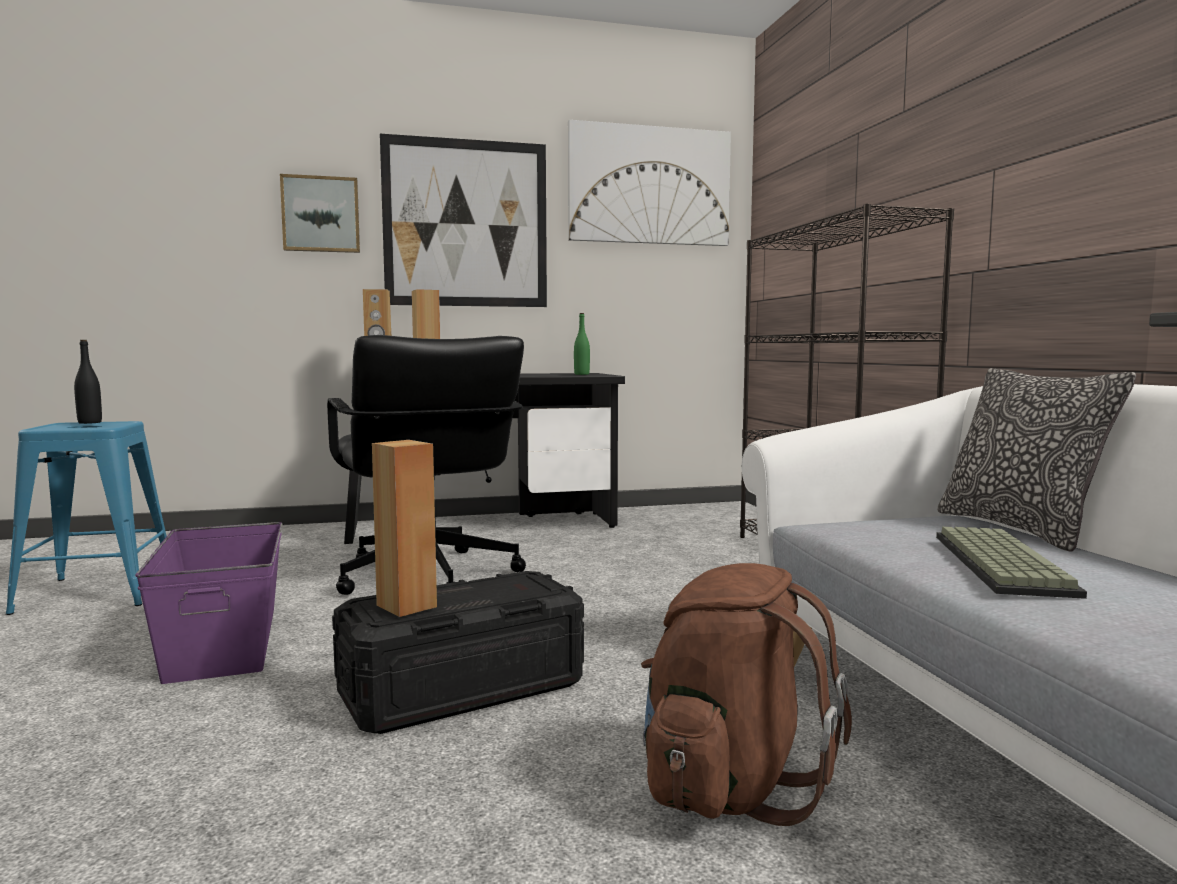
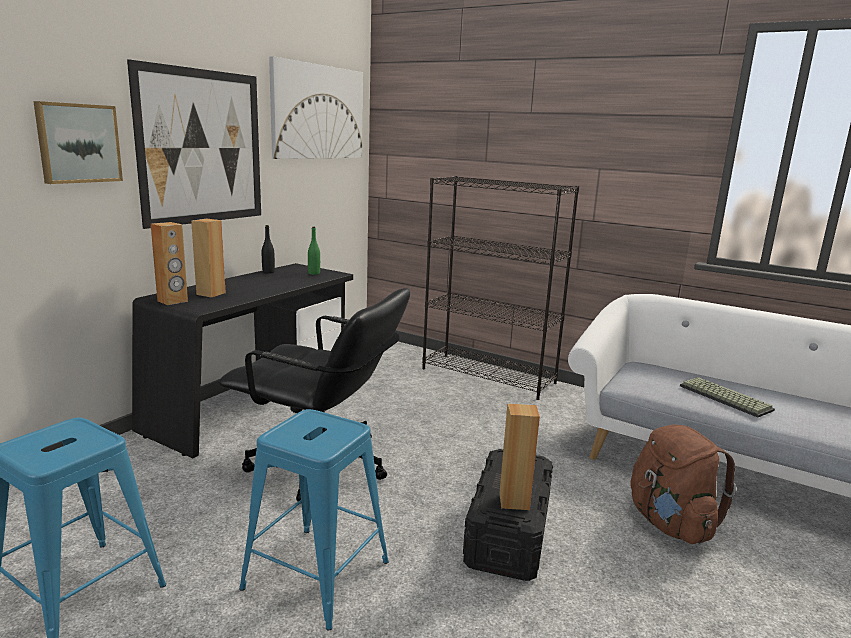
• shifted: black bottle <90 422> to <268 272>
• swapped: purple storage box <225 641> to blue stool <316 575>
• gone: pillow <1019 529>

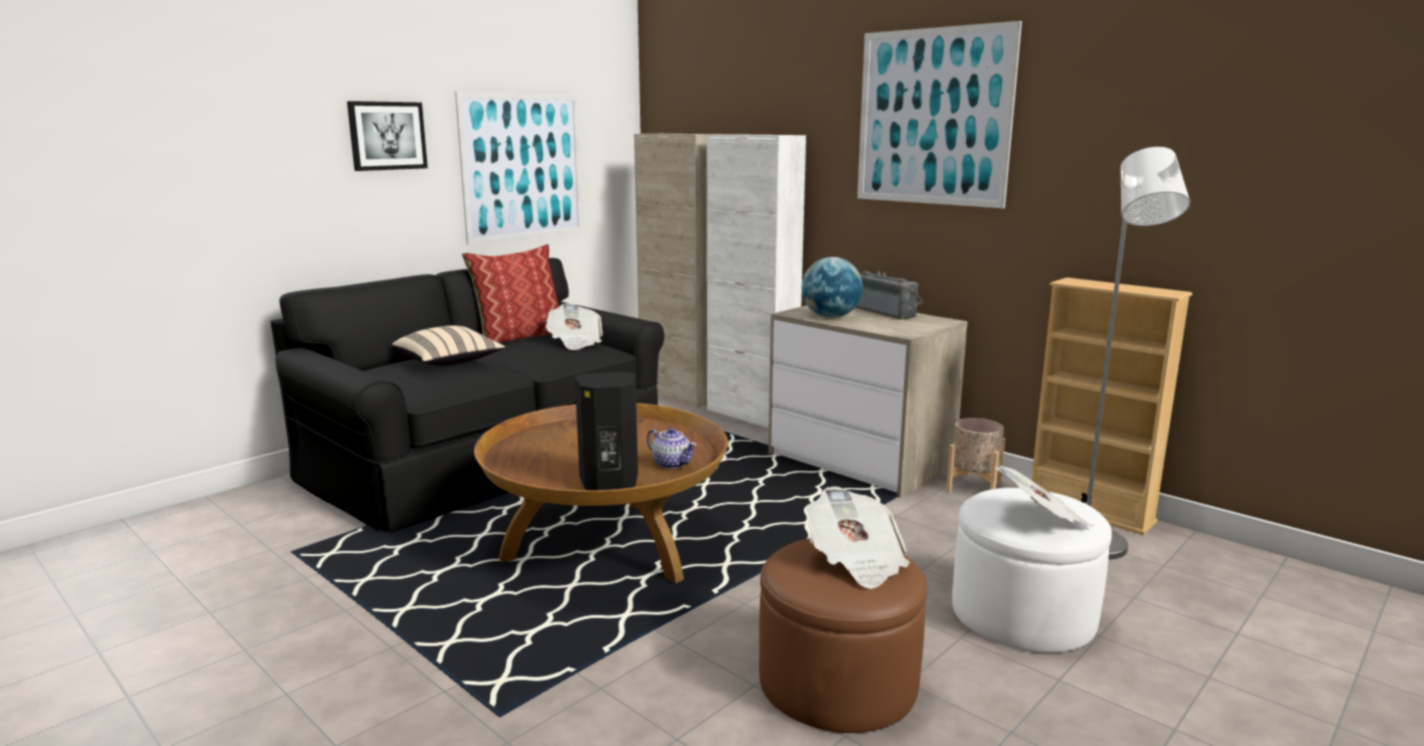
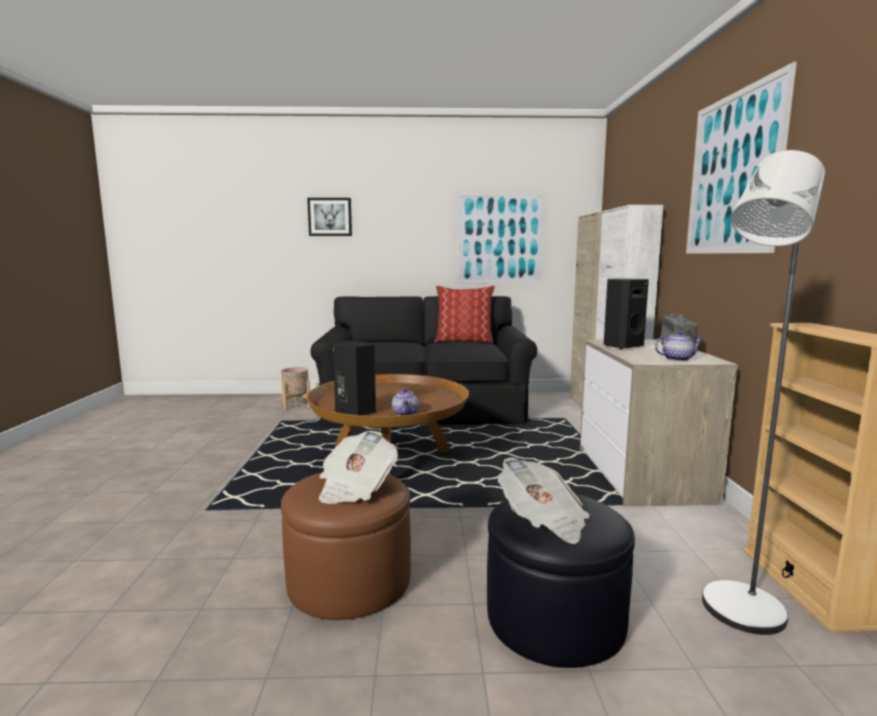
• shifted: picture <387 136> to <330 217>
• gone: beige pillow <449 363>
• gone: newspaper <575 342>
• swapped: globe <830 317> to black speaker <621 346>
• shifted: beige planter <973 488> to <296 405>
• repainted: white ottoman <1022 614> to black ottoman <554 618>
• new: teapot <677 359>

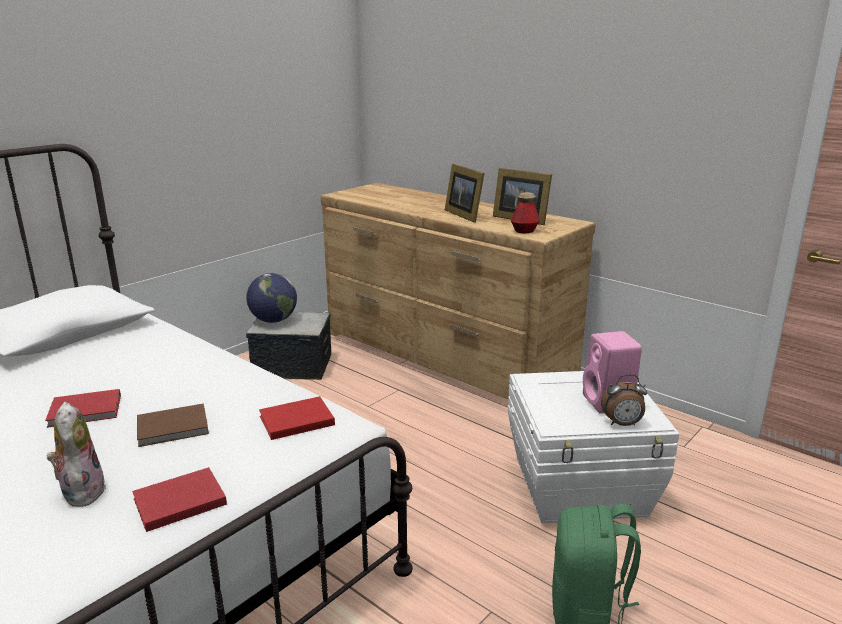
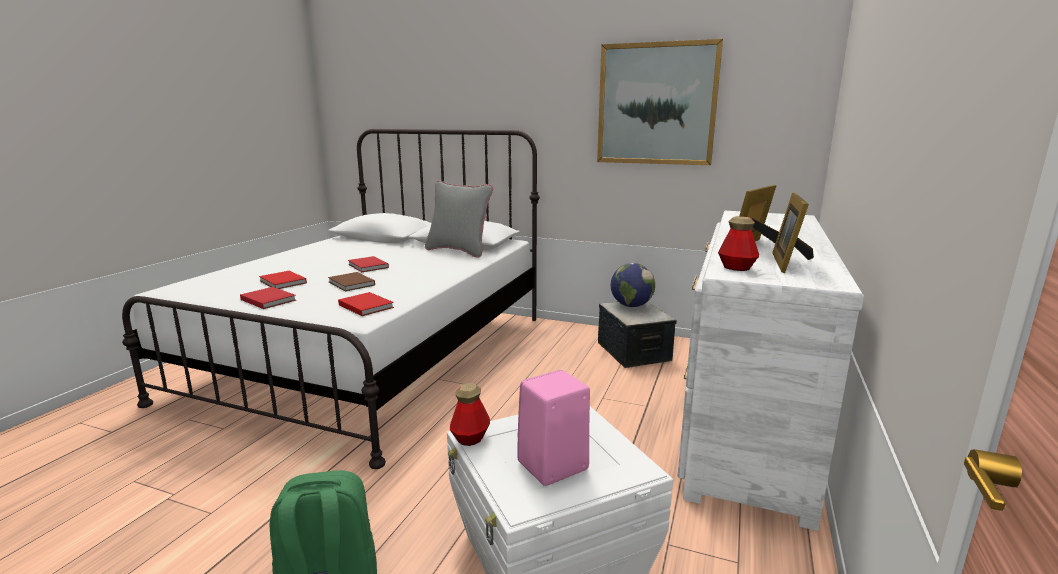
• swapped: plush toy <81 491> to red book <282 282>
• repainted: brown dresser <444 356> to white dresser <746 416>
• gone: alarm clock <622 424>
• new: grey pillow <459 251>
• new: bottle <470 438>
• new: picture <656 104>

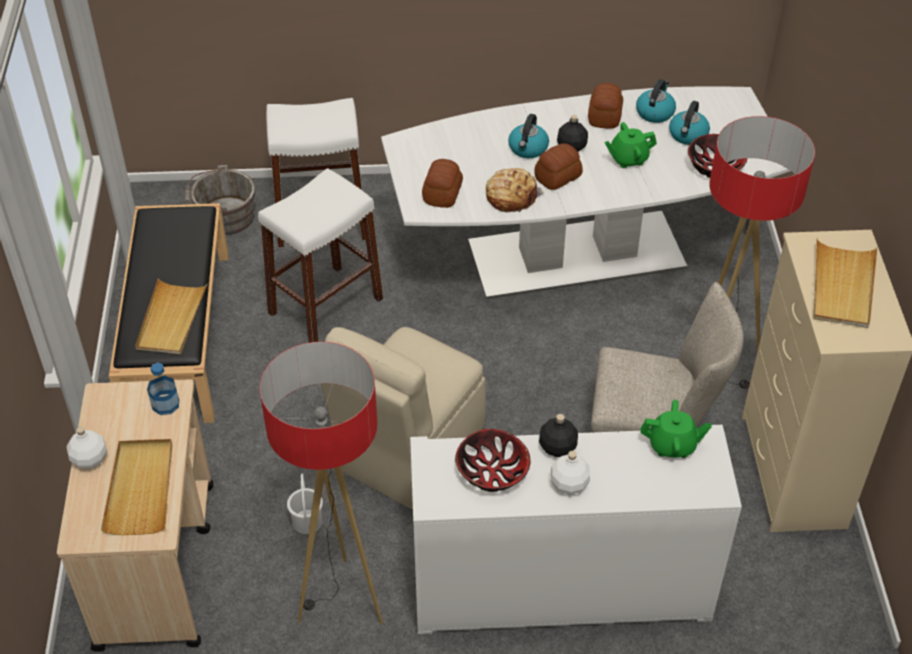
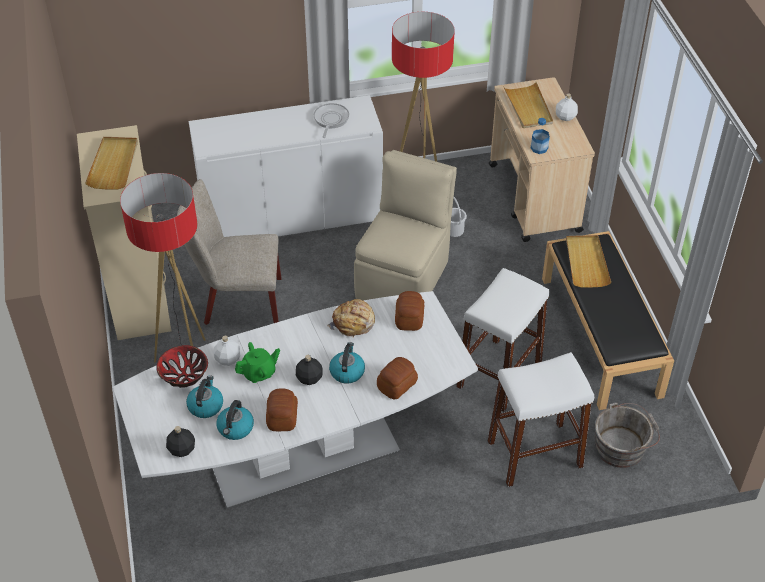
• swapped: bowl <493 472> to frying pan <330 120>
• shifted: bread <557 177> to <397 385>
• shifted: black bottle <557 448> to <182 449>
• shifted: white bottle <569 485> to <228 359>
• gone: green teapot <672 445>

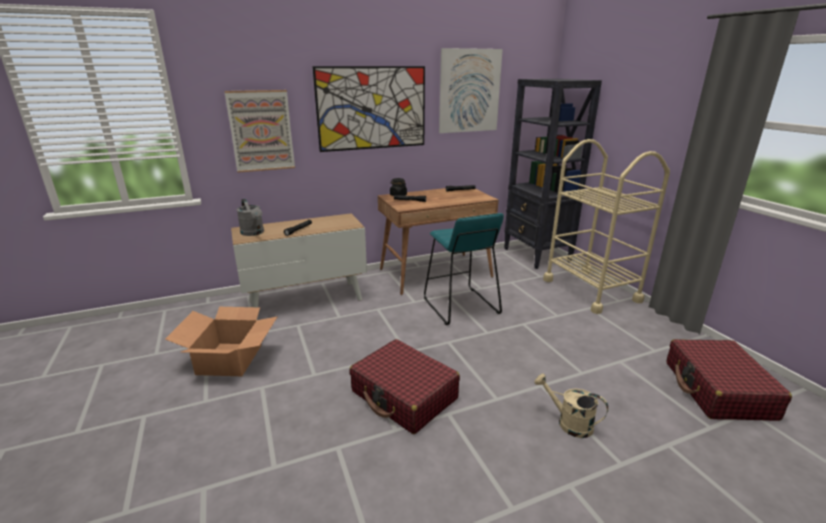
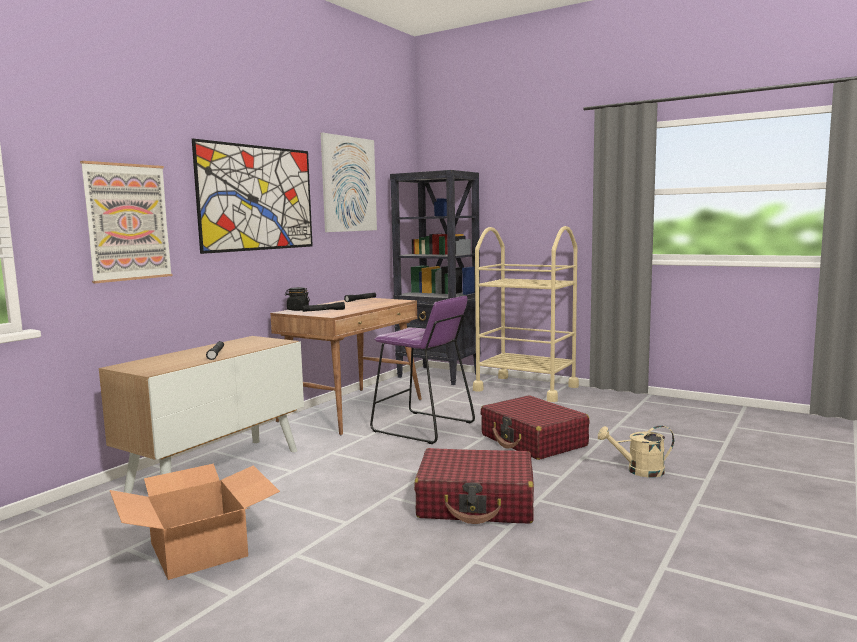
• gone: grey watering can <253 233>
• repainted: turquoise stool <460 306> to purple stool <422 427>
• shifted: red suitcase <717 390> to <533 441>

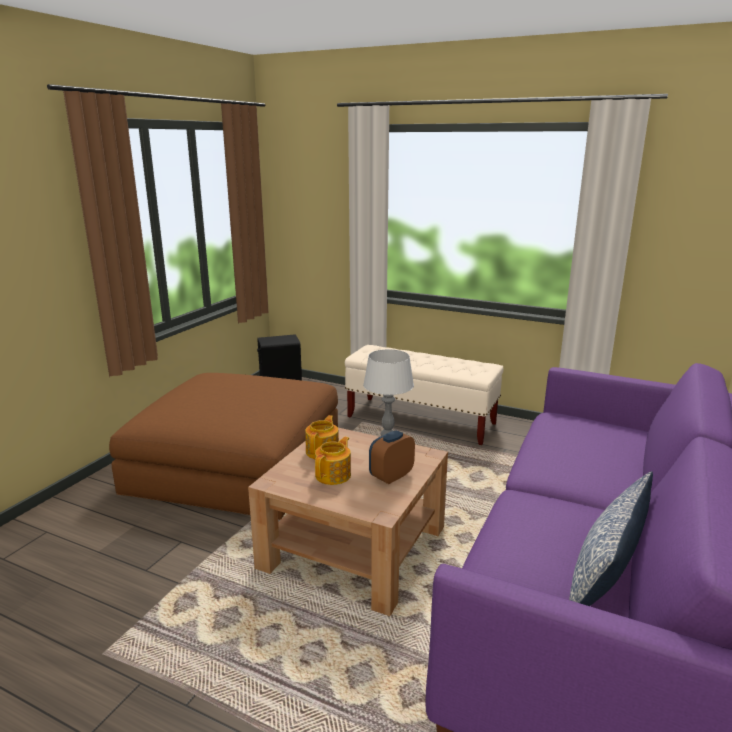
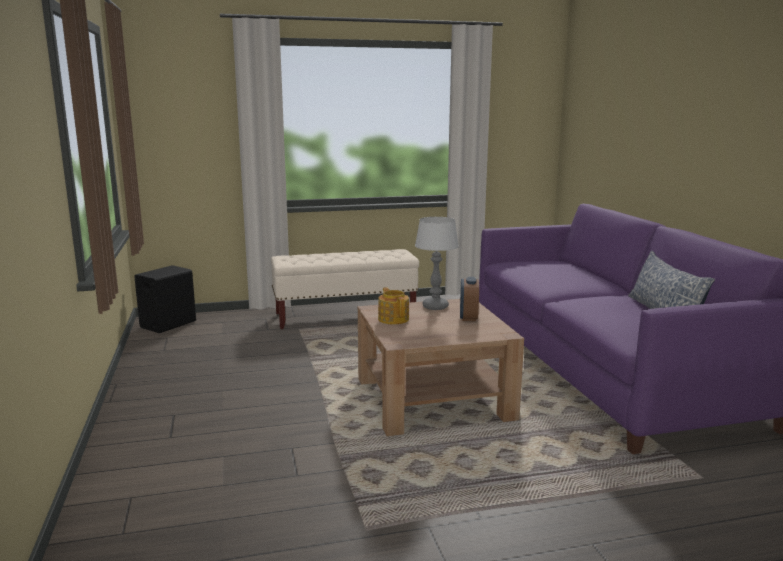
• gone: brown ottoman <237 462>
• gone: teapot <334 475>

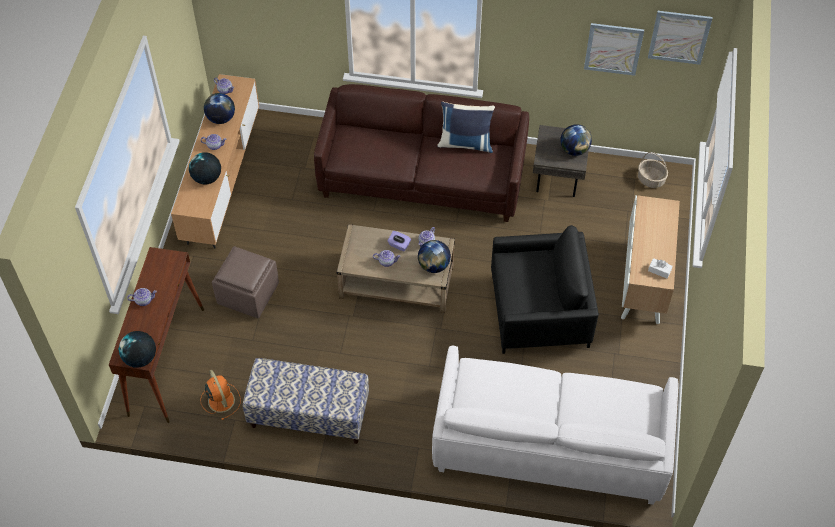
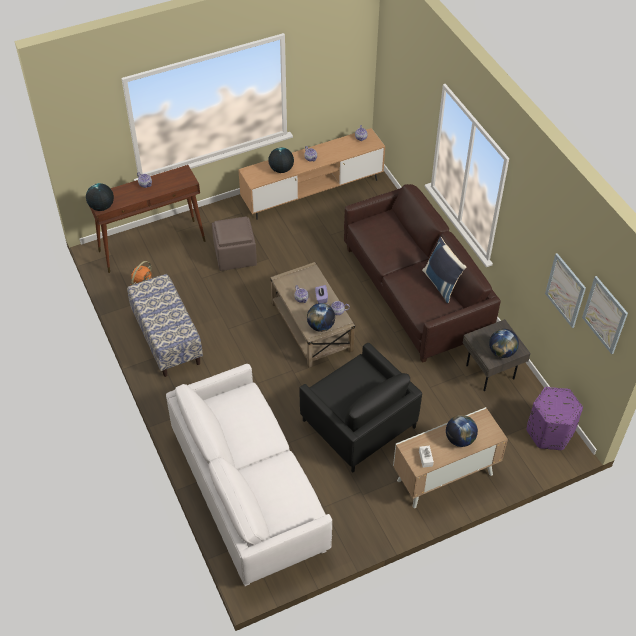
• shifted: globe <221 118> to <459 439>
• swapped: basket <651 179> to purple ottoman <549 432>

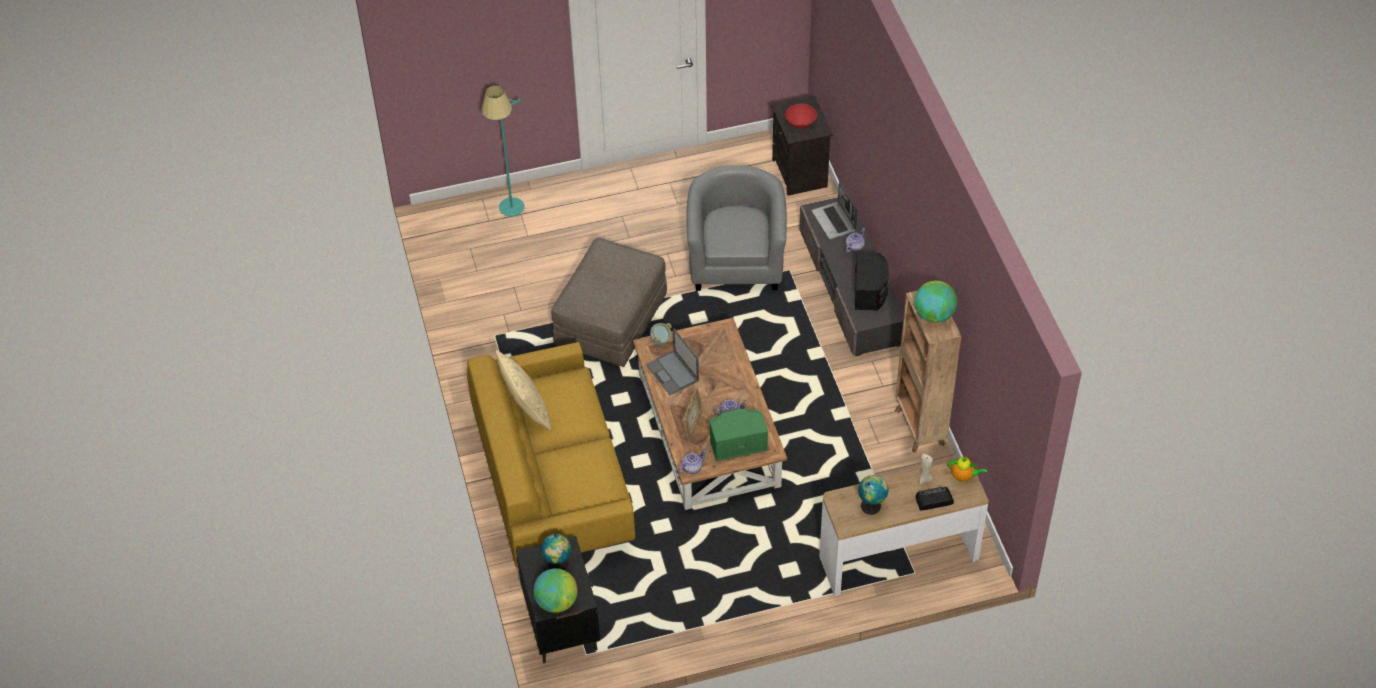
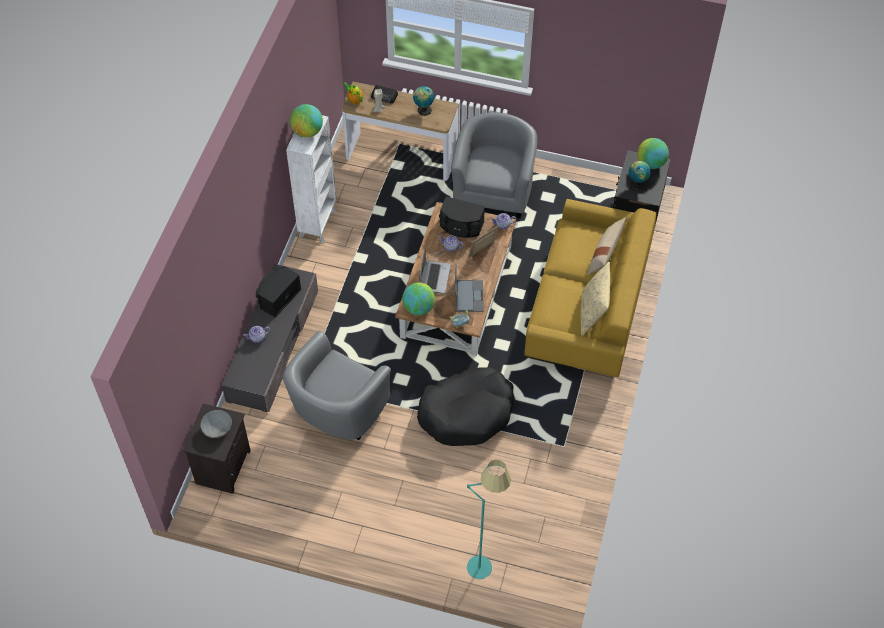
• swapped: grey ottoman <611 320> to black dog bed <466 413>
• repainted: green speaker <737 443> to black speaker <461 226>
• repainted: red bowl <800 123> to grey bowl <217 428>
• shifted: laptop <835 222> to <434 277>
• repainted: brown bookcase <919 428> to white bookcase <318 223>
• new: globe <418 308>
• new: grey armchair <494 189>
• new: beige pillow <605 254>

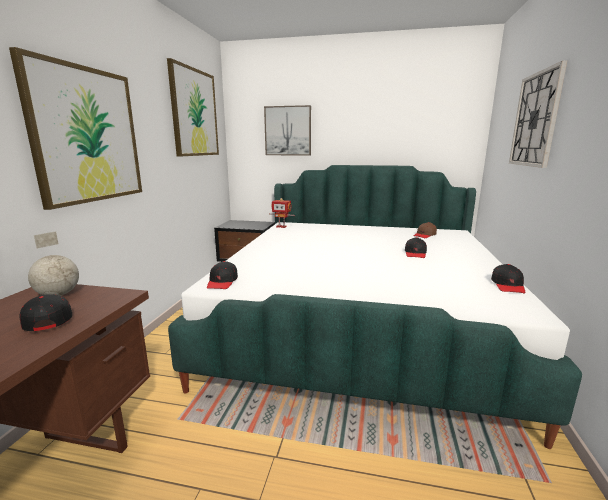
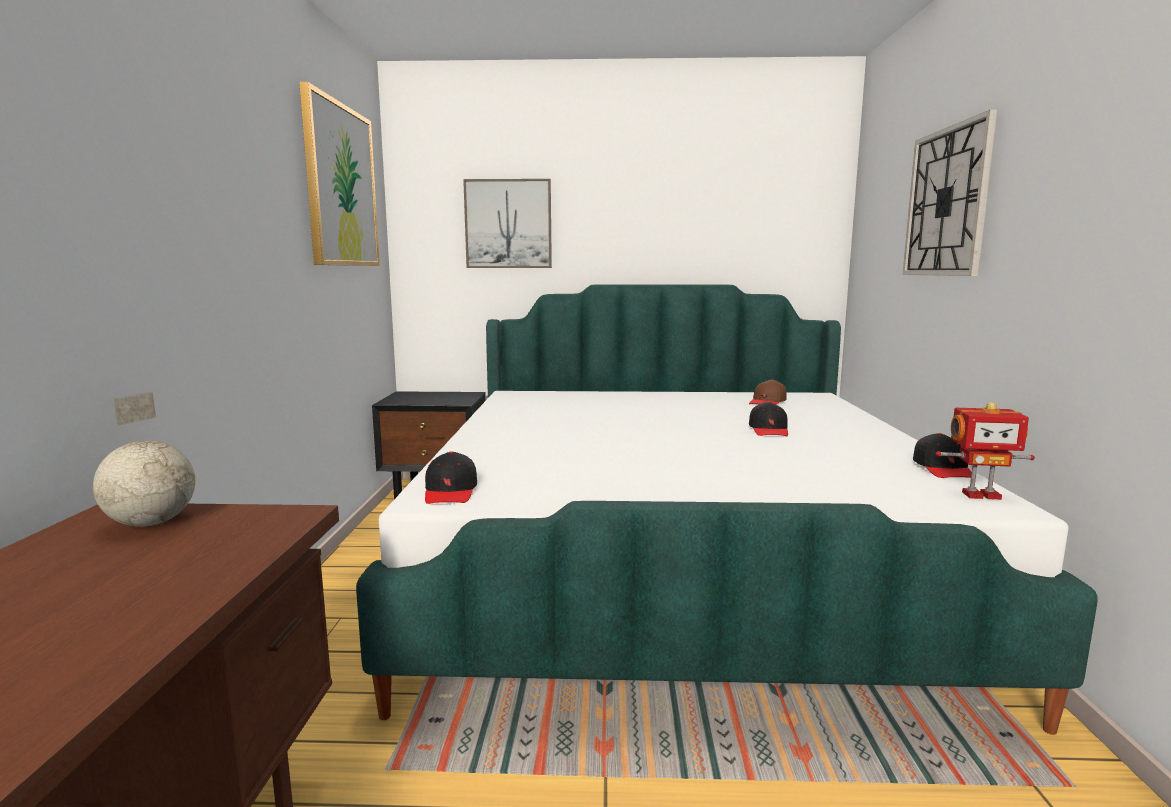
• gone: picture <87 135>
• gone: black cap <48 319>
• shifted: toy robot <281 226> to <980 495>

